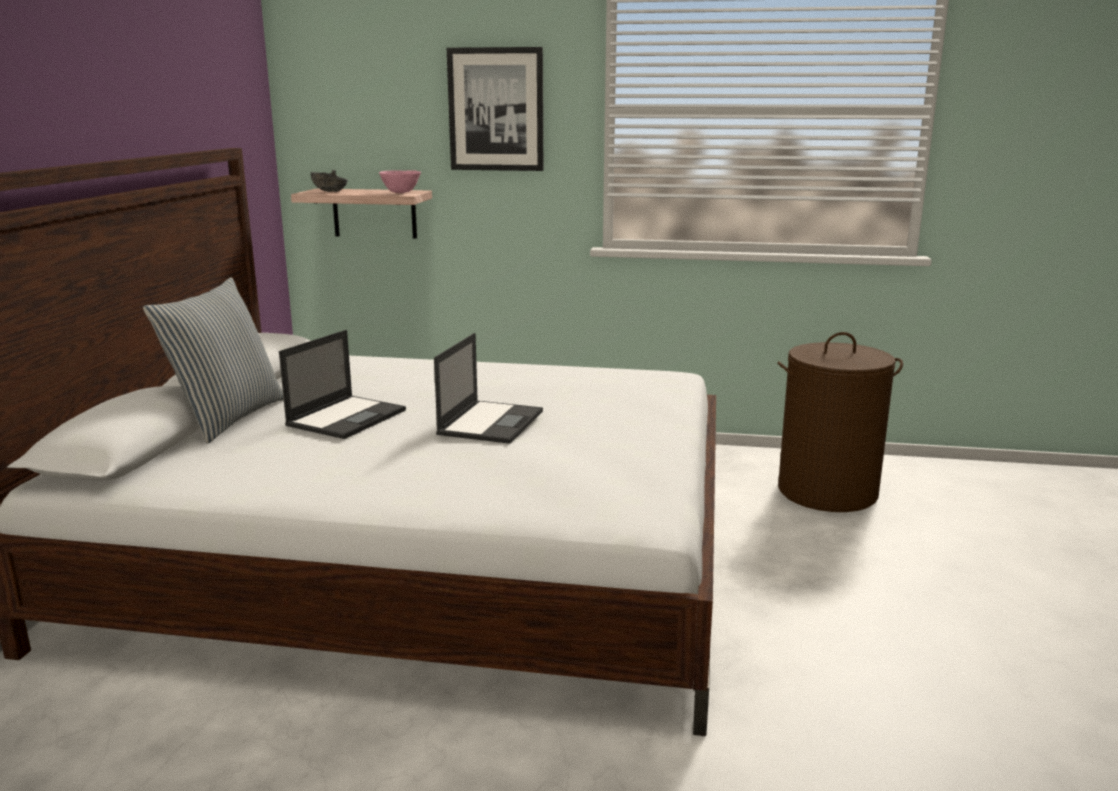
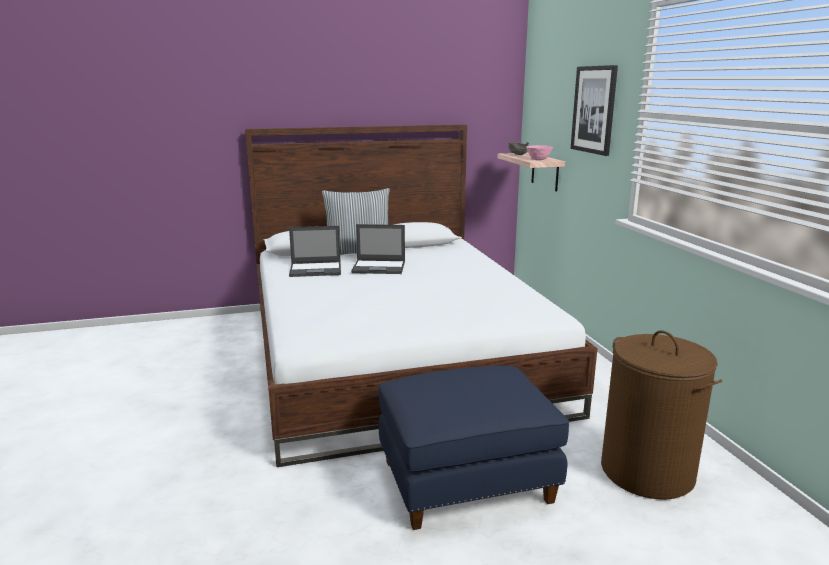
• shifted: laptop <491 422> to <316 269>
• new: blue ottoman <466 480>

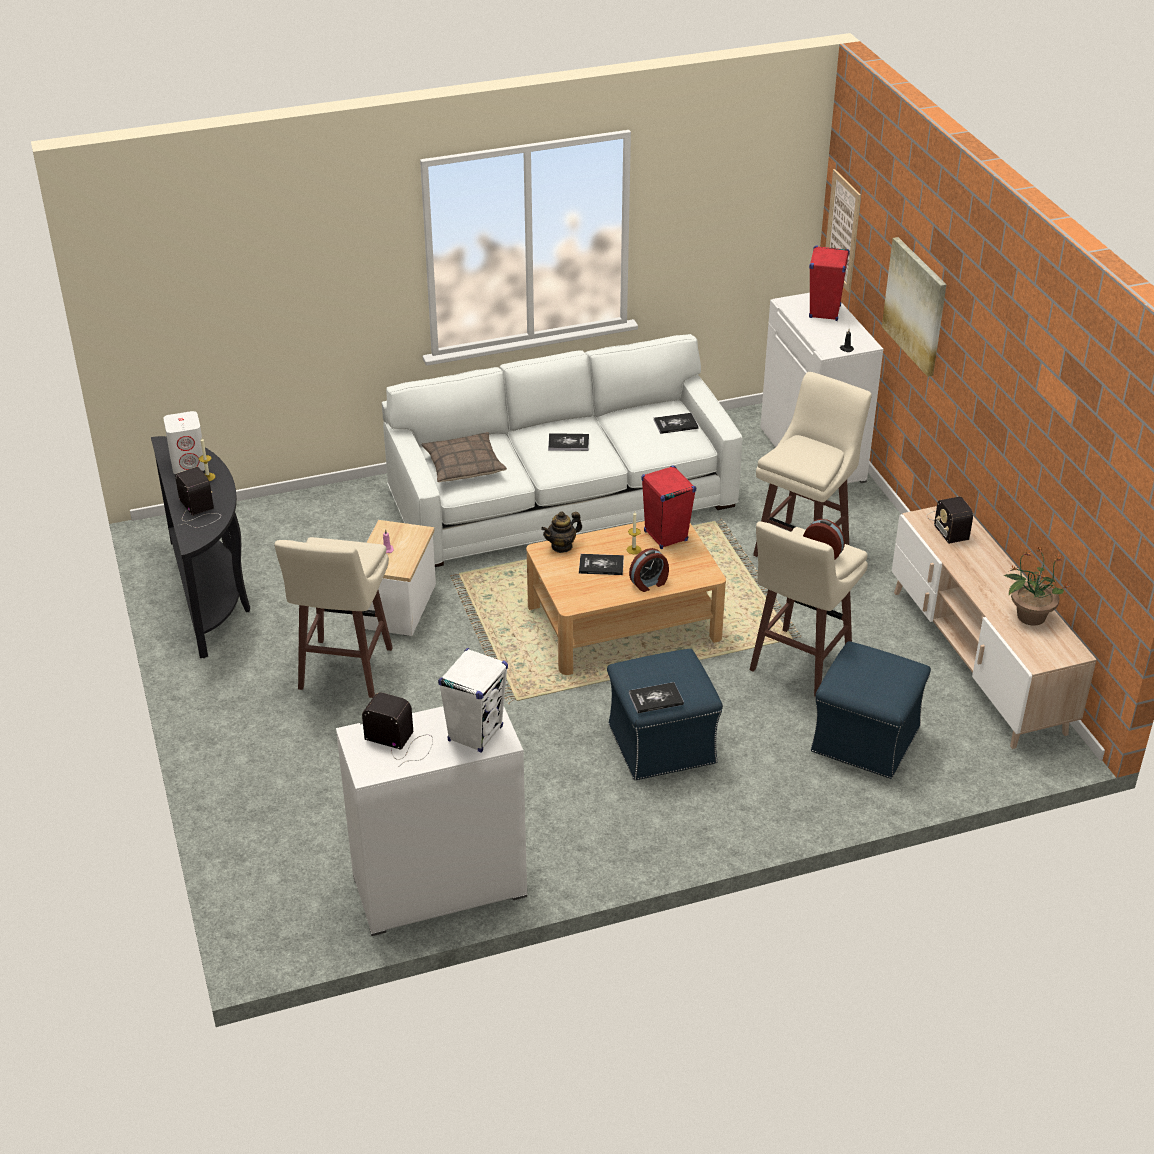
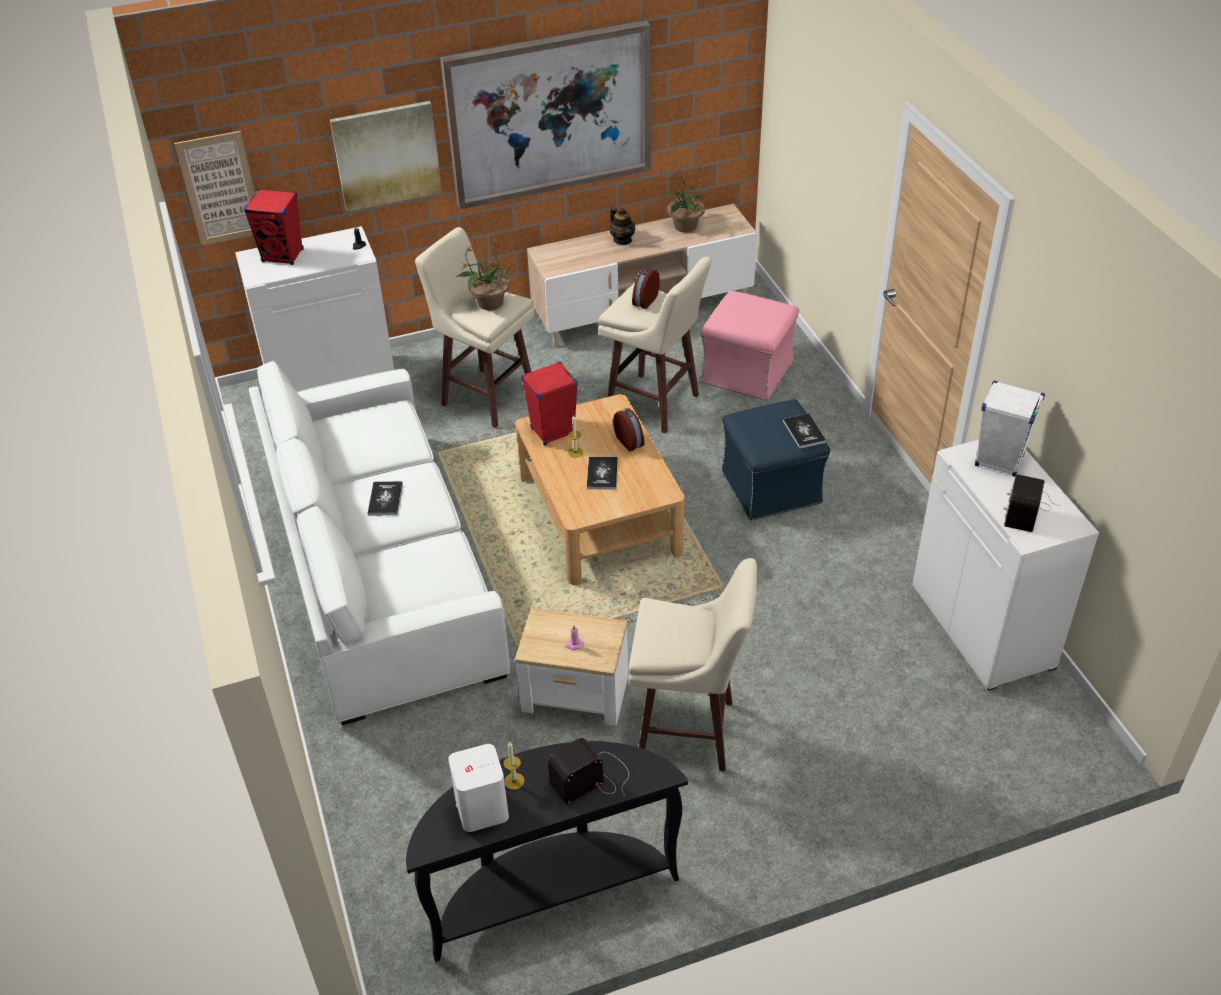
• gone: pillow <464 465>
• shifted: teapot <562 546> to <622 240>
• gone: book <675 424>
• repainted: blue ottoman <865 740> to pink ottoman <748 372>
• gone: radio <948 524>
• new: picture <549 114>
• new: potted plant <489 303>

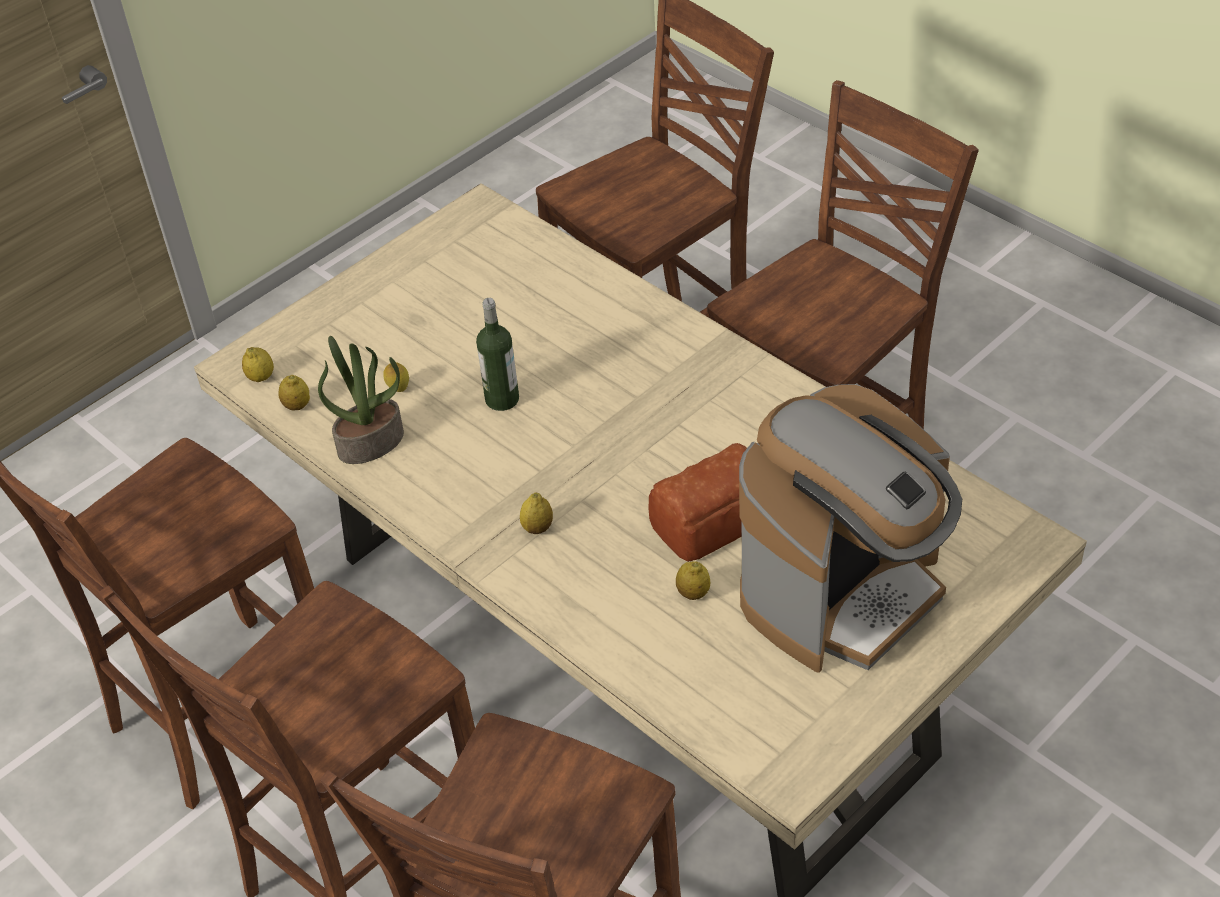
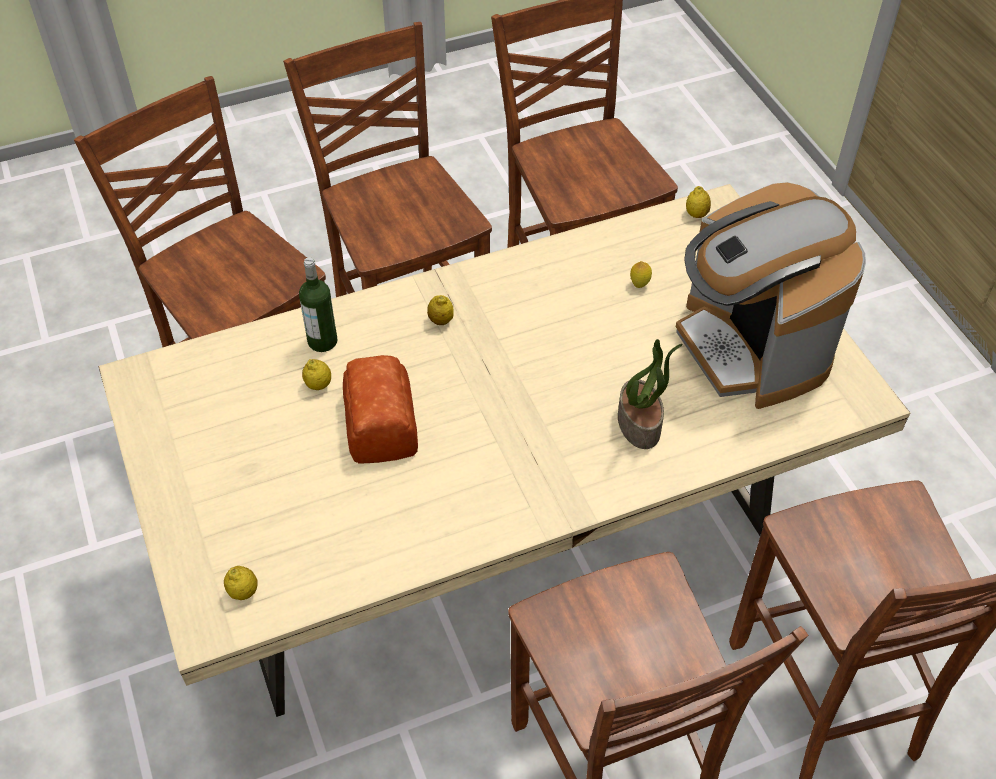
• shifted: lemon <297 406> to <243 592>
• shifted: potted plant <371 442> to <640 424>
• shifted: bottle <502 399> to <322 341>
• shifted: coffee machine <844 593> to <751 347>

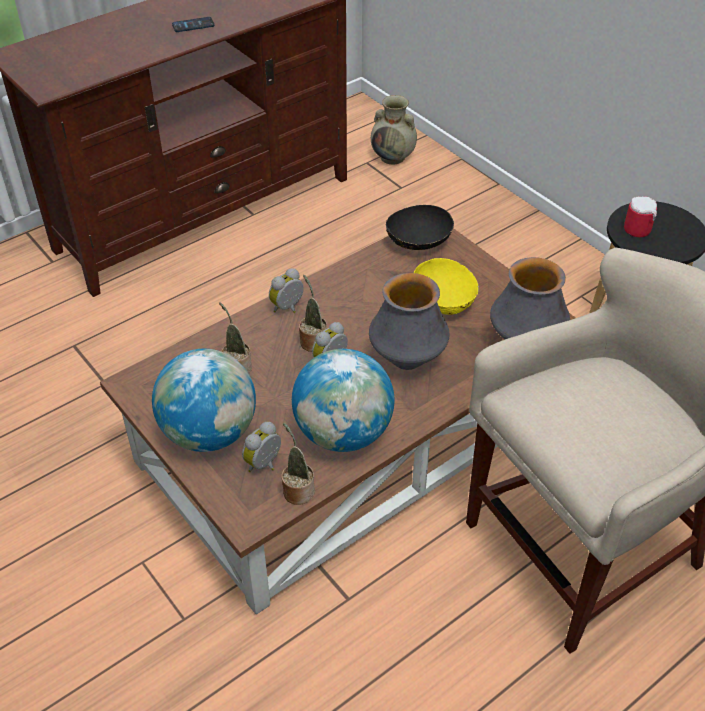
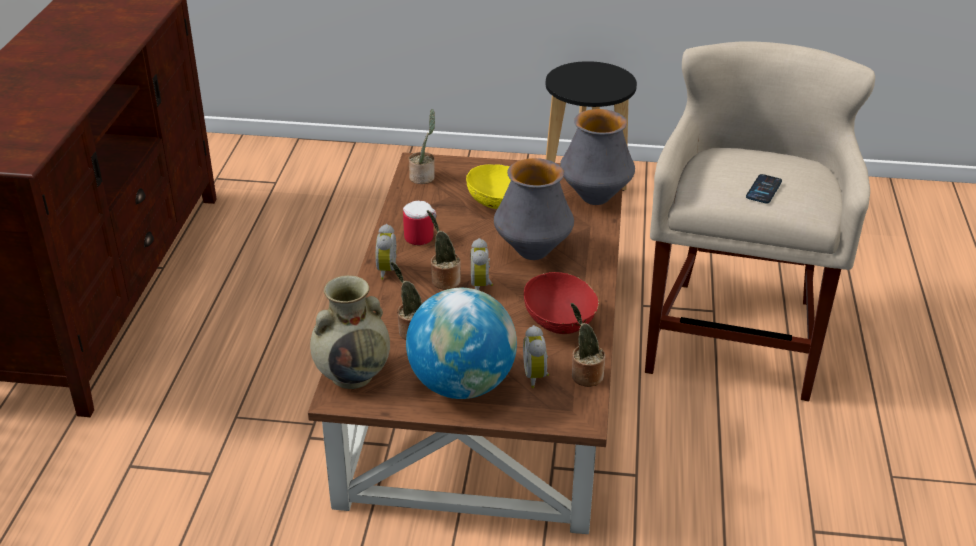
• shifted: phone <193 25> to <763 189>
• swapped: globe <343 433> to red bowl <560 322>
• shifted: beige vase <393 157> to <353 374>
• swapped: black bowl <418 243> to potted plant <423 177>
• shifted: mug <640 228> to <419 235>

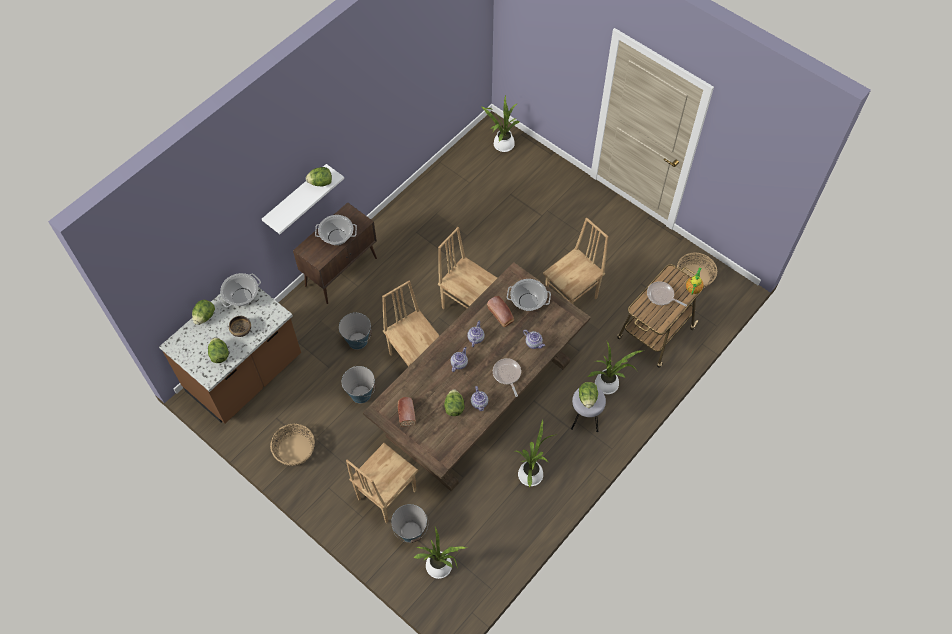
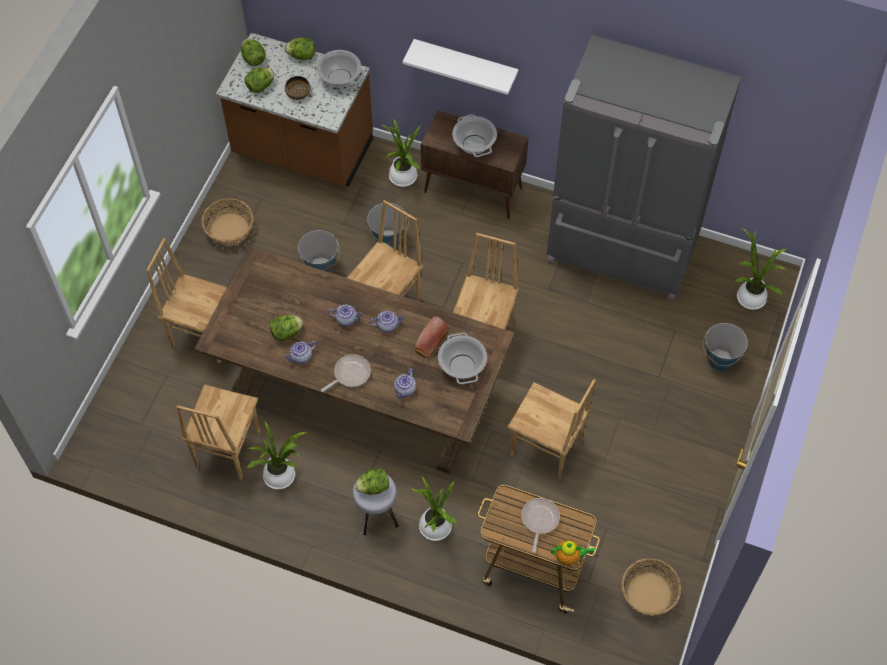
• shifted: lettuce <321 182> to <253 59>
• shifted: bucket <411 531> to <720 360>
• gone: bread <406 413>
• shifted: potted plant <441 567> to <402 178>
• new: brown chair <227 449>
• new: grey fridge <621 252>

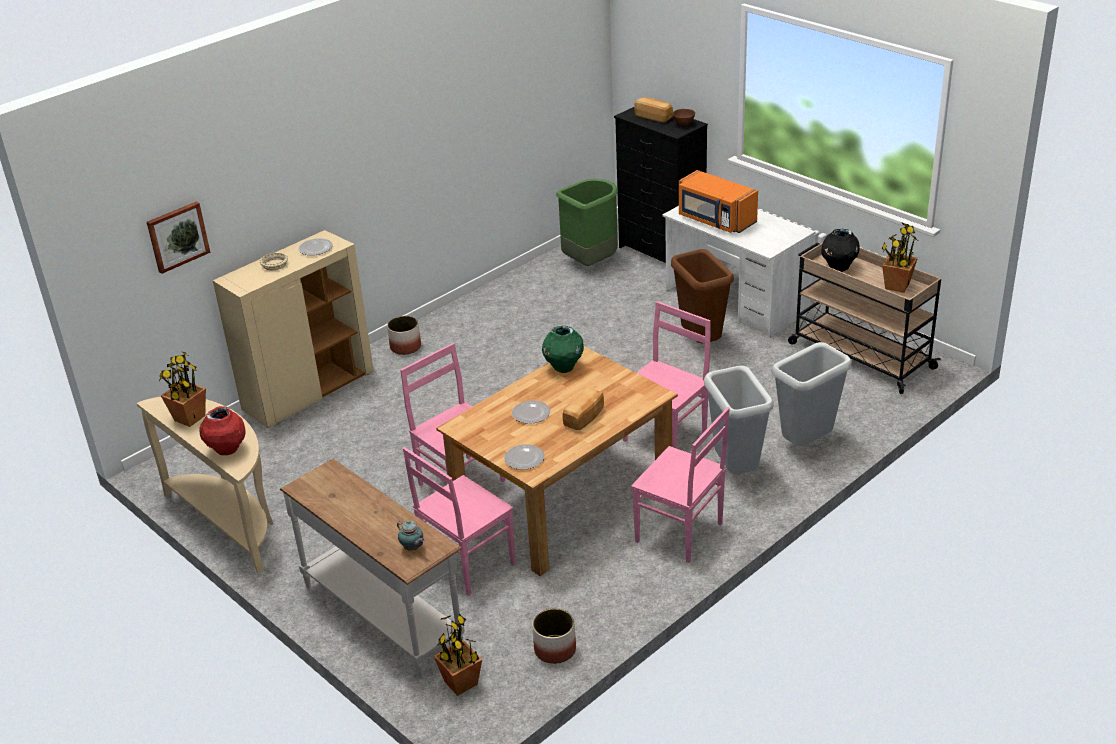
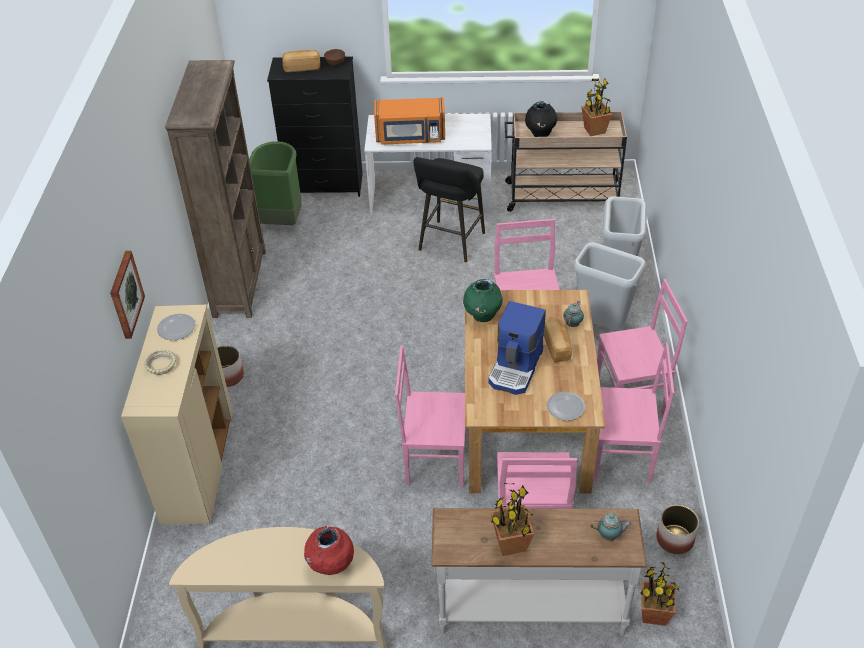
• shifted: picture <177 236> to <125 294>
• shifted: potted plant <189 418> to <511 543>
• swapped: plate <531 414> to coffee machine <516 368>
• swapped: brown trash can <700 343> to black stool <450 244>
• new: brown bookcase <240 282>
• new: teapot <573 324>
• new: pink chair <623 457>

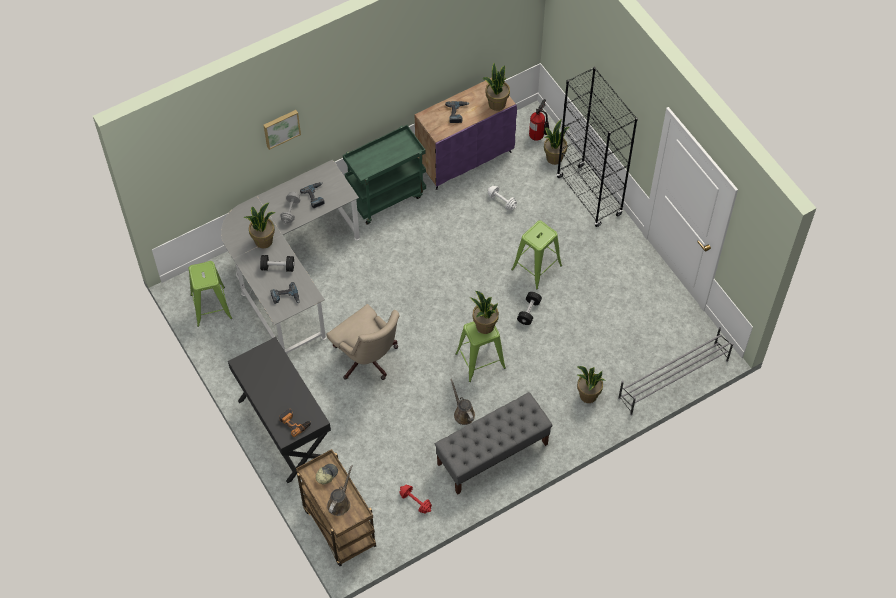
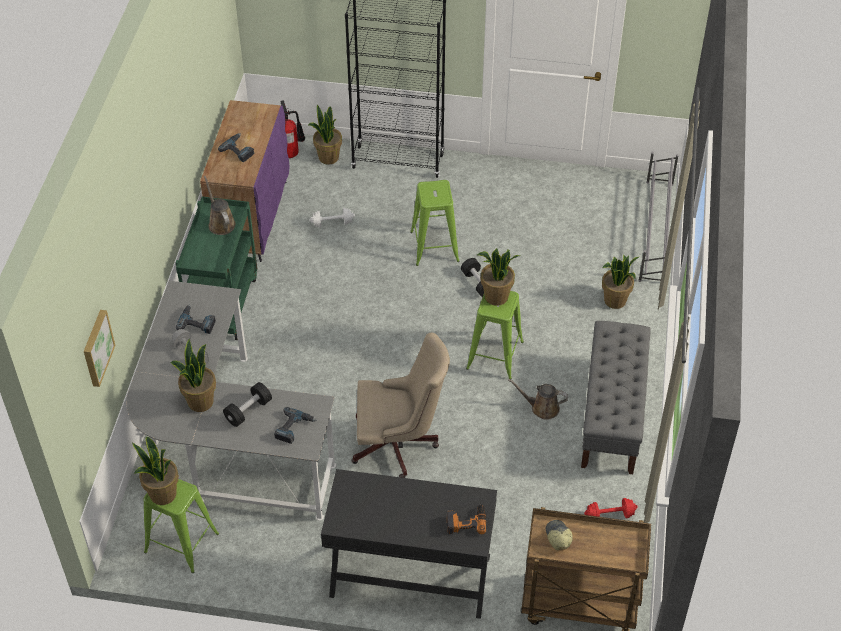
• shifted: picture <281 128> to <96 347>
• shifted: brown watering can <340 502> to <220 223>
• shifted: potted plant <496 104> to <162 494>

